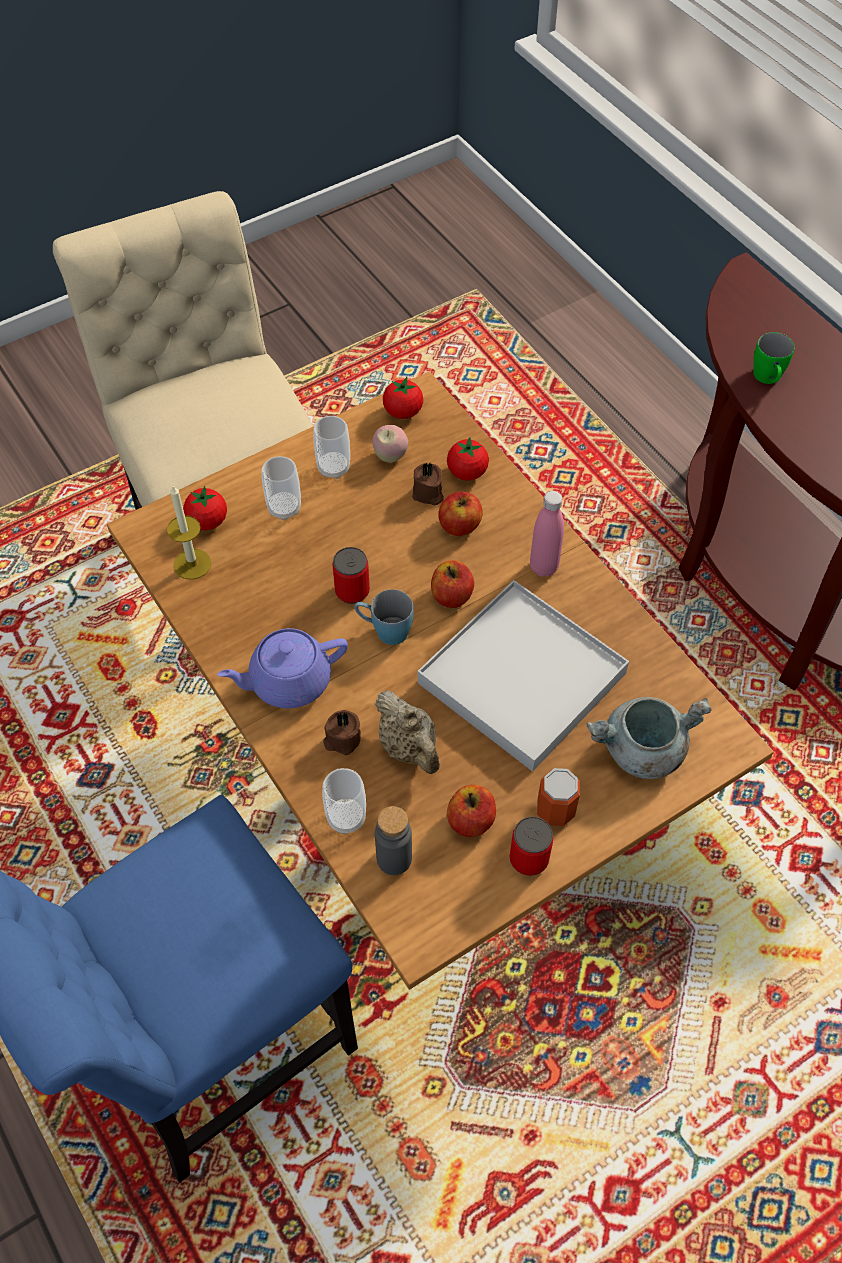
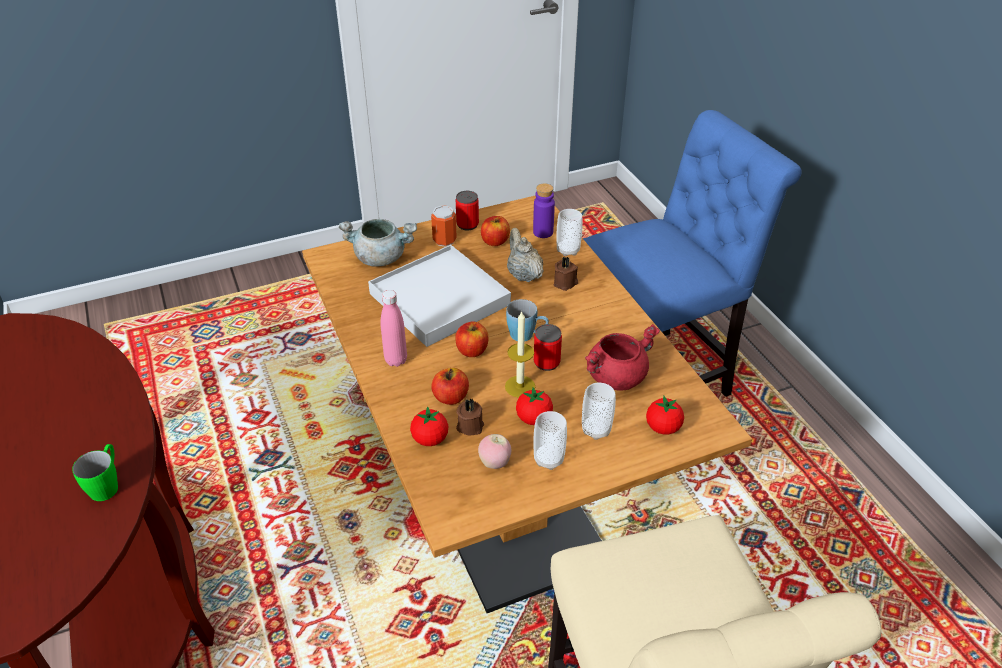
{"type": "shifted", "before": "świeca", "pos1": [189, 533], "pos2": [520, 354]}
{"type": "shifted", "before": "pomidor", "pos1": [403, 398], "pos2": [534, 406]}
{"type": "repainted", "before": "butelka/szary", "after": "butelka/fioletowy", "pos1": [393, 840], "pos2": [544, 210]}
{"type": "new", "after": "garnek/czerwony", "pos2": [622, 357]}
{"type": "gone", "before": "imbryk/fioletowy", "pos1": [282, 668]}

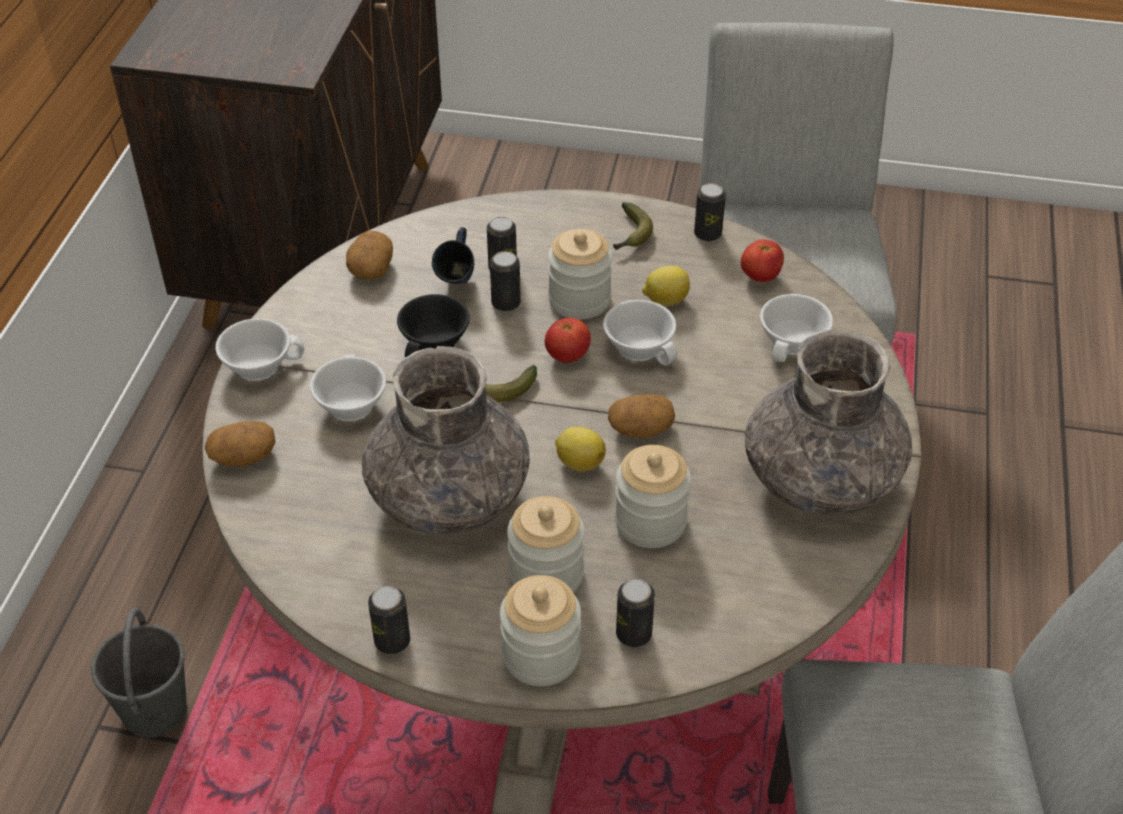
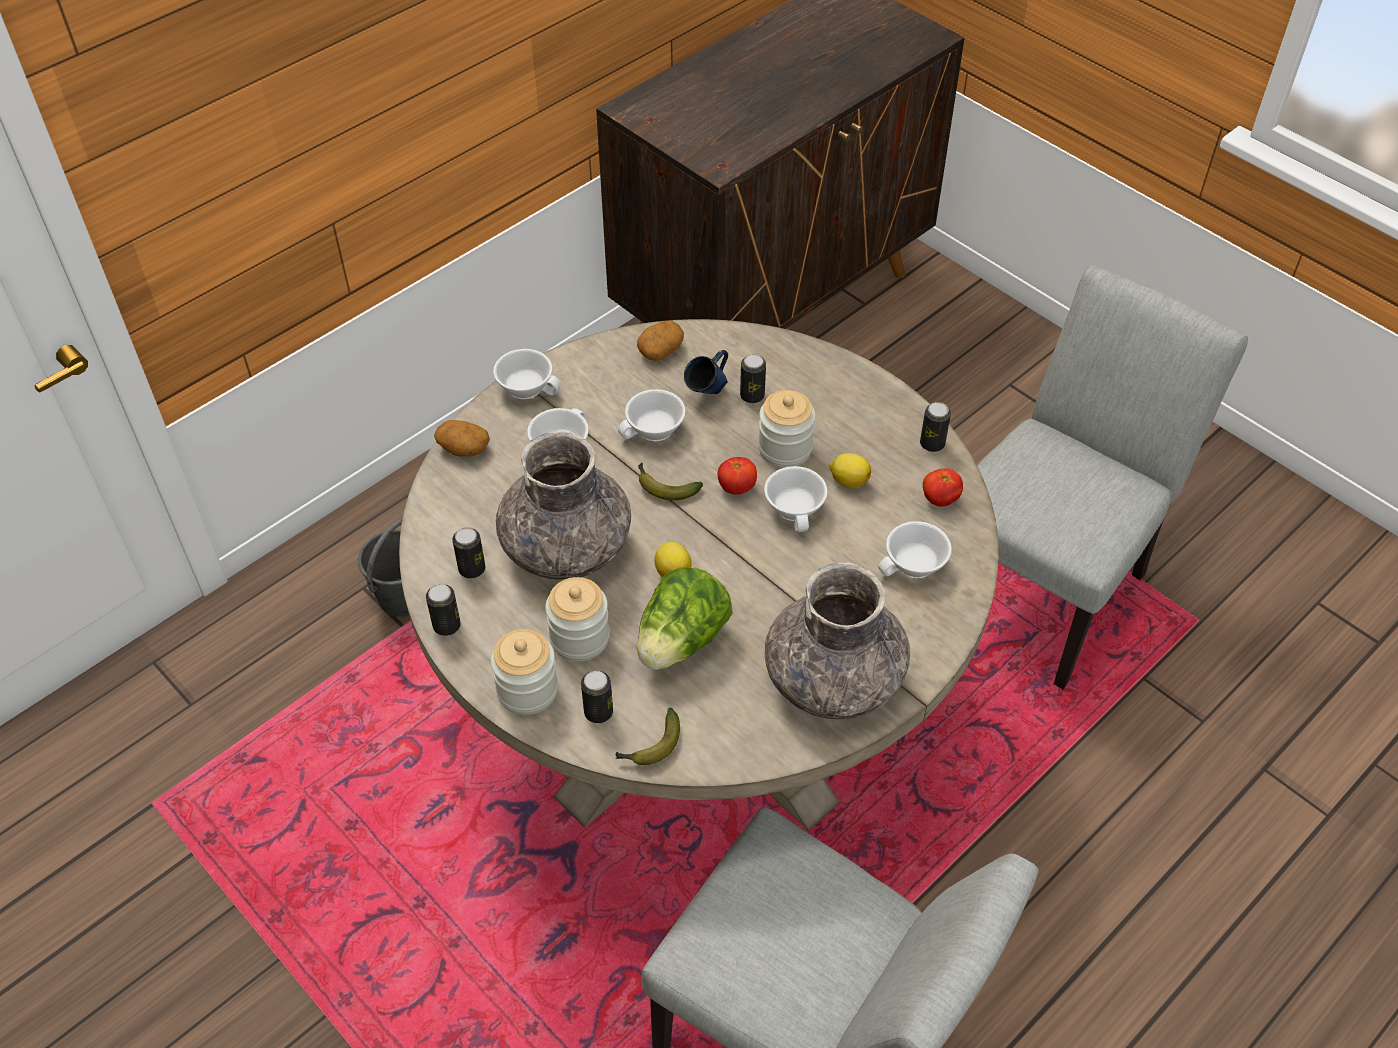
{"type": "shifted", "before": "puszka", "pos1": [505, 281], "pos2": [468, 553]}
{"type": "shifted", "before": "banan", "pos1": [633, 226], "pos2": [647, 736]}
{"type": "repainted", "before": "filiżanka/czarny", "after": "filiżanka/biały", "pos1": [433, 326], "pos2": [651, 415]}
{"type": "swapped", "before": "słoik", "after": "sałata", "pos1": [652, 496], "pos2": [685, 618]}
{"type": "gone", "before": "ziemniak", "pos1": [641, 416]}

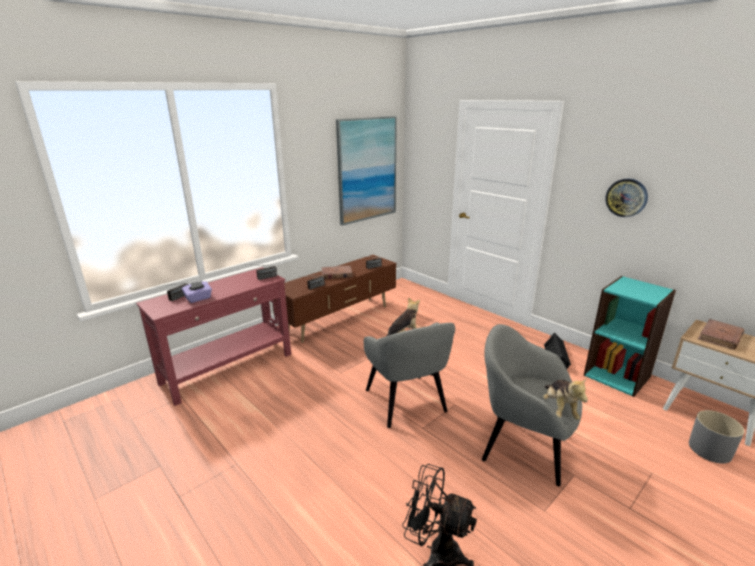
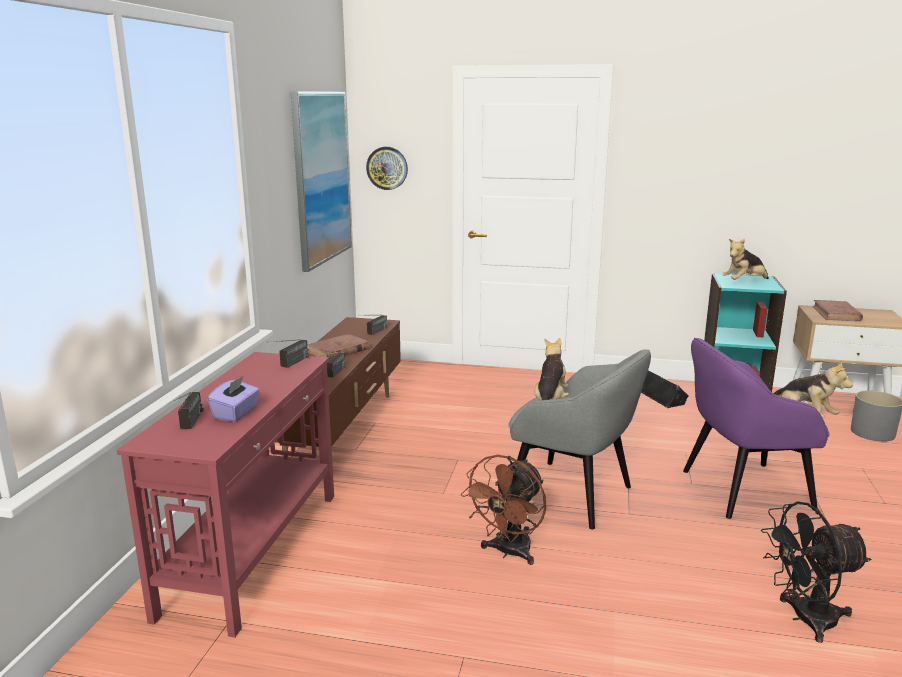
{"type": "shifted", "before": "zegar ścienny", "pos1": [626, 197], "pos2": [387, 168]}
{"type": "new", "after": "wentylator/brązowy", "pos2": [503, 510]}
{"type": "repainted", "before": "fotel/szary", "after": "fotel/fioletowy", "pos1": [532, 405], "pos2": [756, 428]}
{"type": "new", "after": "pluszak", "pos2": [746, 259]}

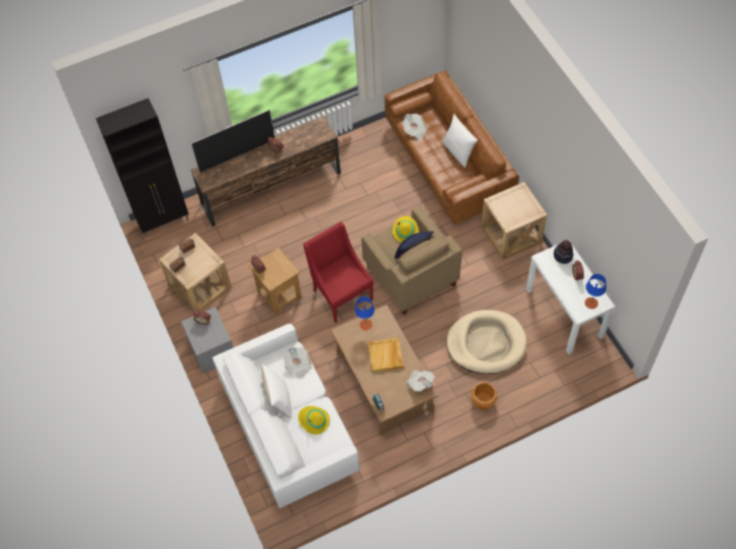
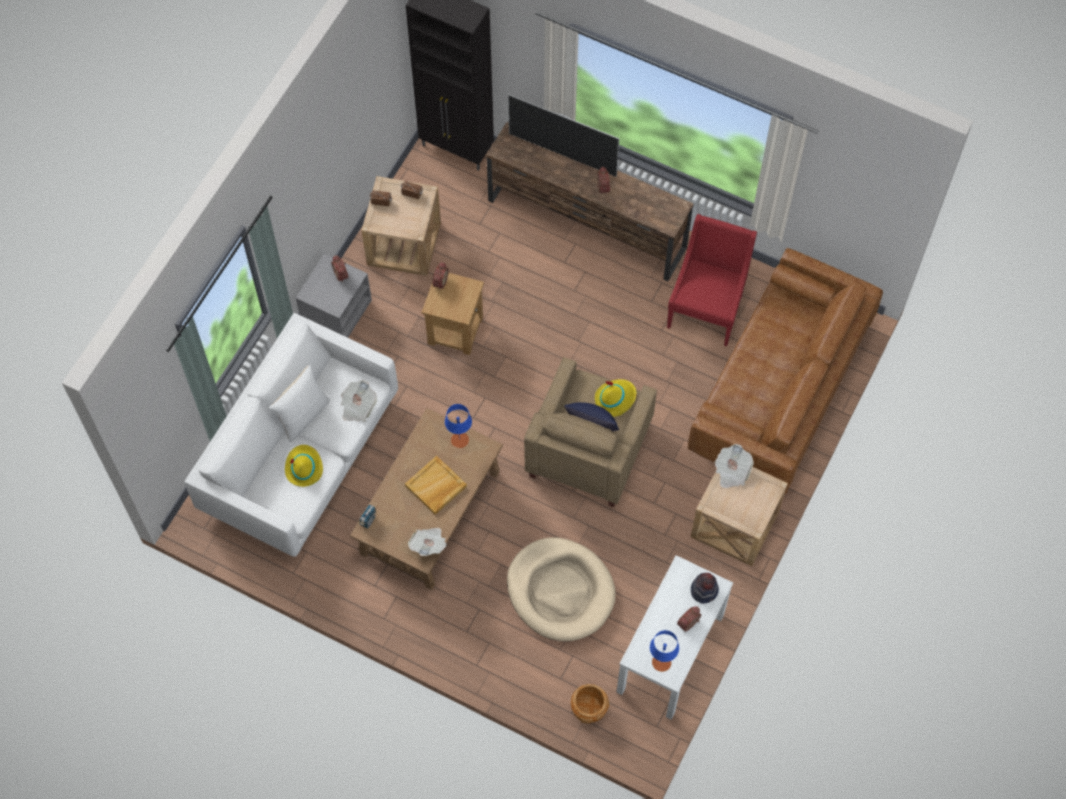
{"type": "shifted", "before": "donica/brązowy", "pos1": [484, 396], "pos2": [590, 704]}
{"type": "shifted", "before": "fotel/czerwony", "pos1": [338, 272], "pos2": [712, 280]}
{"type": "shifted", "before": "gazeta", "pos1": [414, 127], "pos2": [734, 466]}
{"type": "gone", "before": "poduszka/biały", "pos1": [460, 140]}

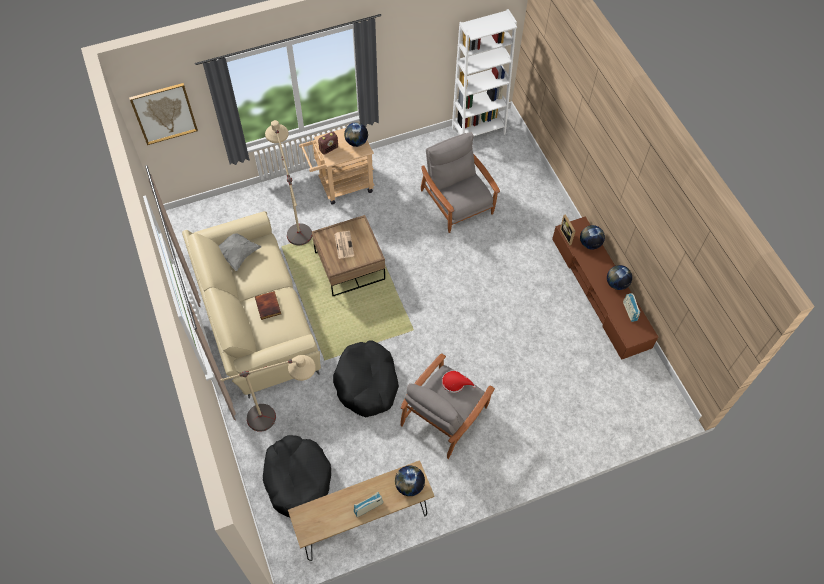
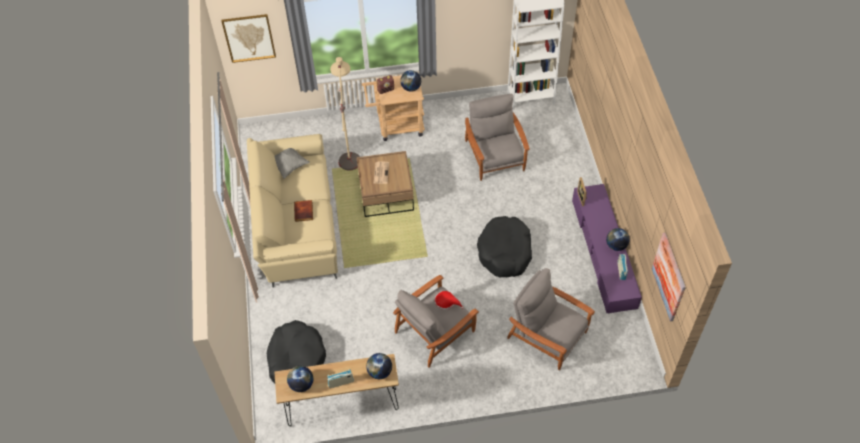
{"type": "shifted", "before": "globus", "pos1": [592, 237], "pos2": [300, 379]}
{"type": "shifted", "before": "legowisko/czarny", "pos1": [366, 379], "pos2": [504, 246]}
{"type": "new", "after": "fotel/szary", "pos2": [551, 319]}
{"type": "repainted", "before": "szafka pod telewizor/brązowy", "after": "szafka pod telewizor/fioletowy", "pos1": [605, 288], "pos2": [607, 249]}
{"type": "new", "after": "obraz", "pos2": [669, 277]}
{"type": "gone", "before": "lampa stojąca/beżowy", "pos1": [268, 393]}

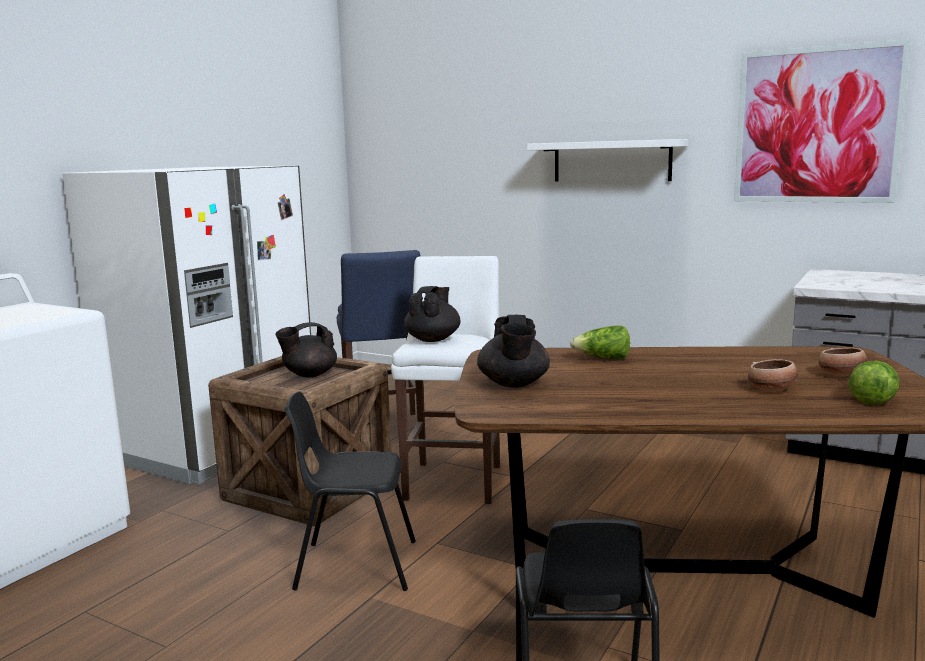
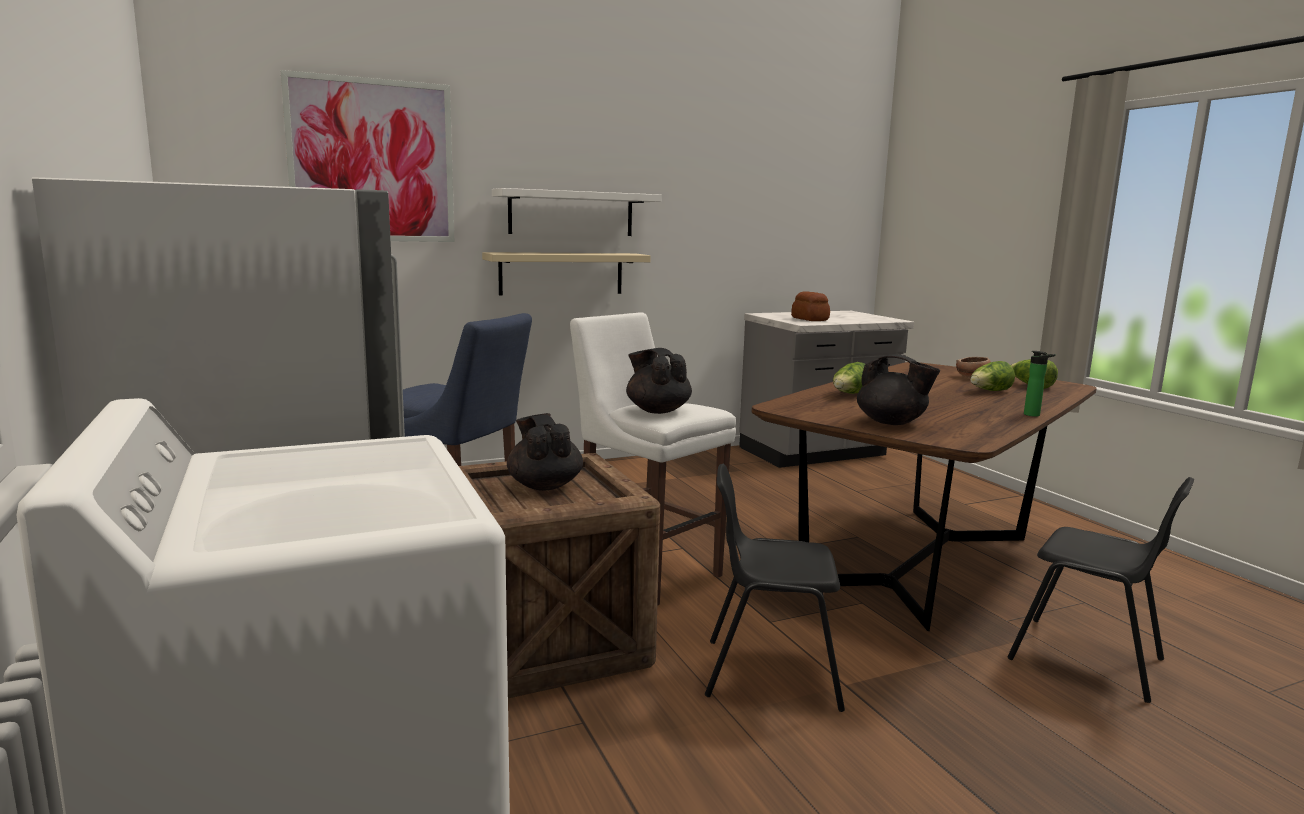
{"type": "shifted", "before": "obraz", "pos1": [822, 121], "pos2": [367, 156]}
{"type": "new", "after": "półka/beżowy", "pos2": [566, 273]}
{"type": "rotated", "before": "imbryk/czarny", "pos1": [306, 349], "pos2": [545, 452], "turn": 150}
{"type": "rotated", "before": "krzesło/czarny", "pos1": [350, 491], "pos2": [775, 588], "turn": 60}
{"type": "new", "after": "chleb", "pos2": [810, 306]}
{"type": "swapped", "before": "miska", "after": "sałata", "pos1": [773, 375], "pos2": [992, 376]}
{"type": "new", "after": "butelka", "pos2": [1040, 384]}

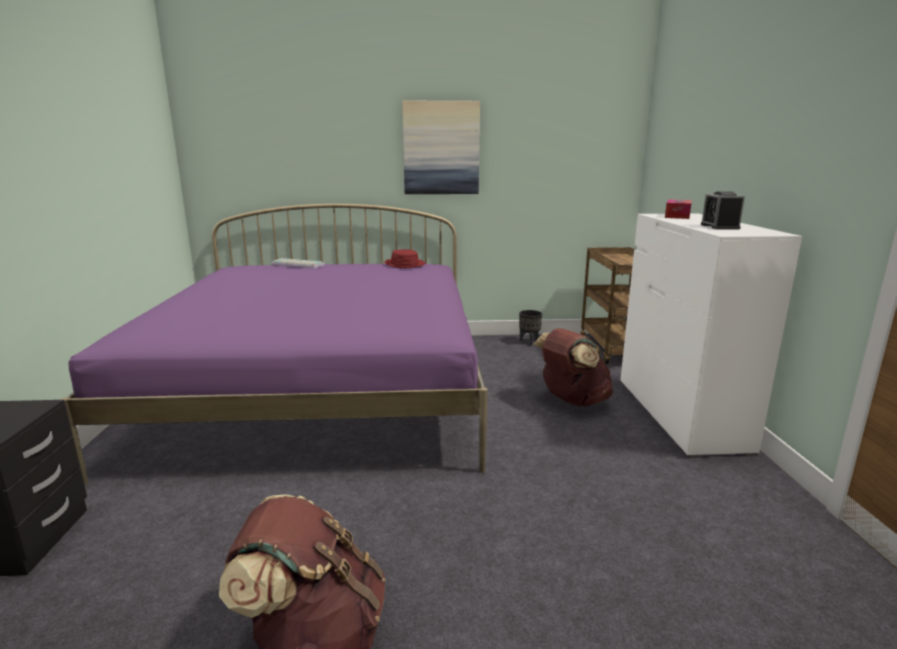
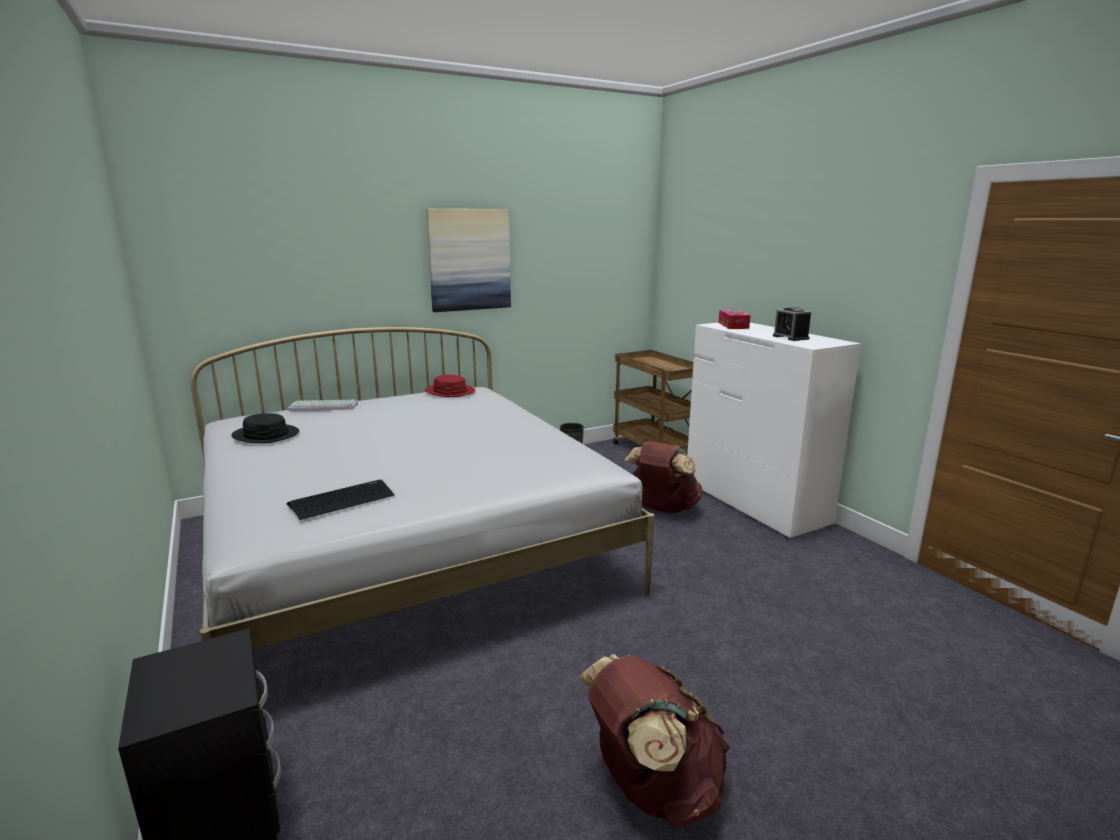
{"type": "repainted", "before": "łóżko/fioletowy", "after": "łóżko/biały", "pos1": [273, 344], "pos2": [422, 489]}
{"type": "new", "after": "kapelusz/czarny", "pos2": [265, 428]}
{"type": "new", "after": "klawiatura", "pos2": [341, 500]}

